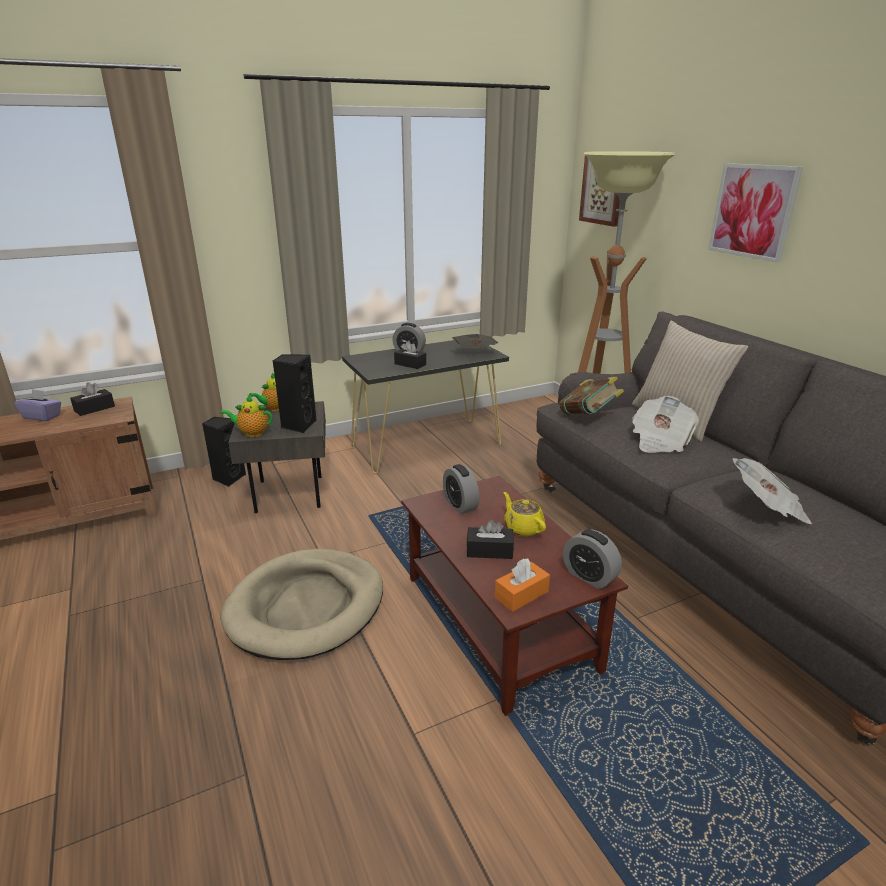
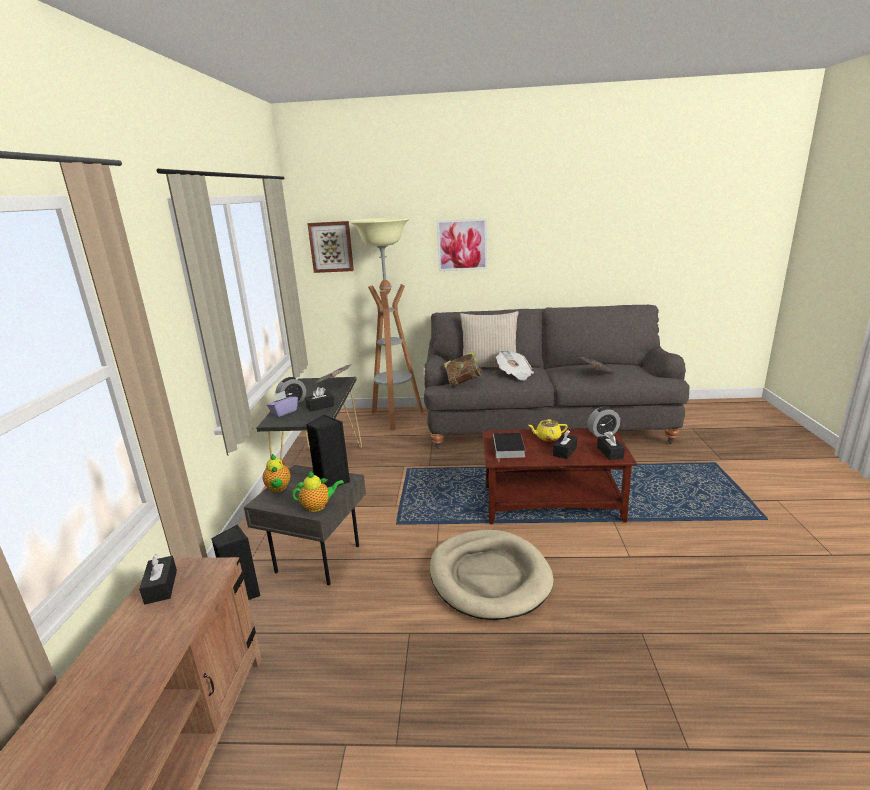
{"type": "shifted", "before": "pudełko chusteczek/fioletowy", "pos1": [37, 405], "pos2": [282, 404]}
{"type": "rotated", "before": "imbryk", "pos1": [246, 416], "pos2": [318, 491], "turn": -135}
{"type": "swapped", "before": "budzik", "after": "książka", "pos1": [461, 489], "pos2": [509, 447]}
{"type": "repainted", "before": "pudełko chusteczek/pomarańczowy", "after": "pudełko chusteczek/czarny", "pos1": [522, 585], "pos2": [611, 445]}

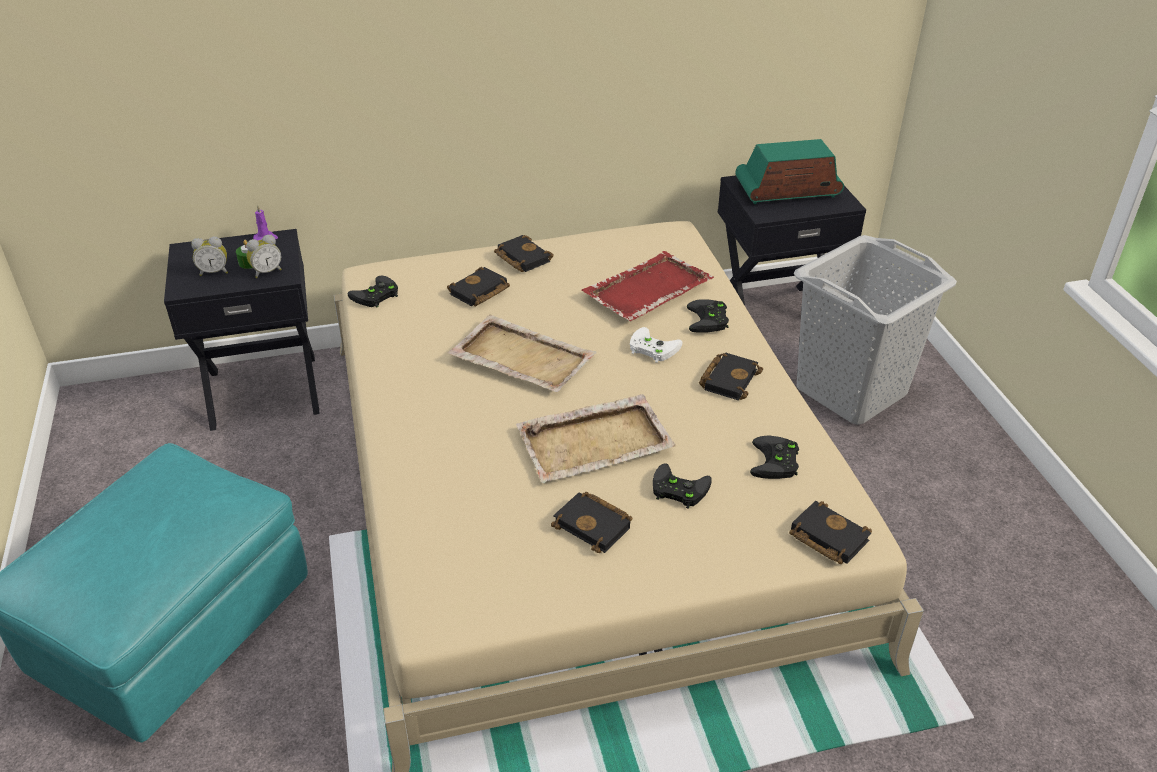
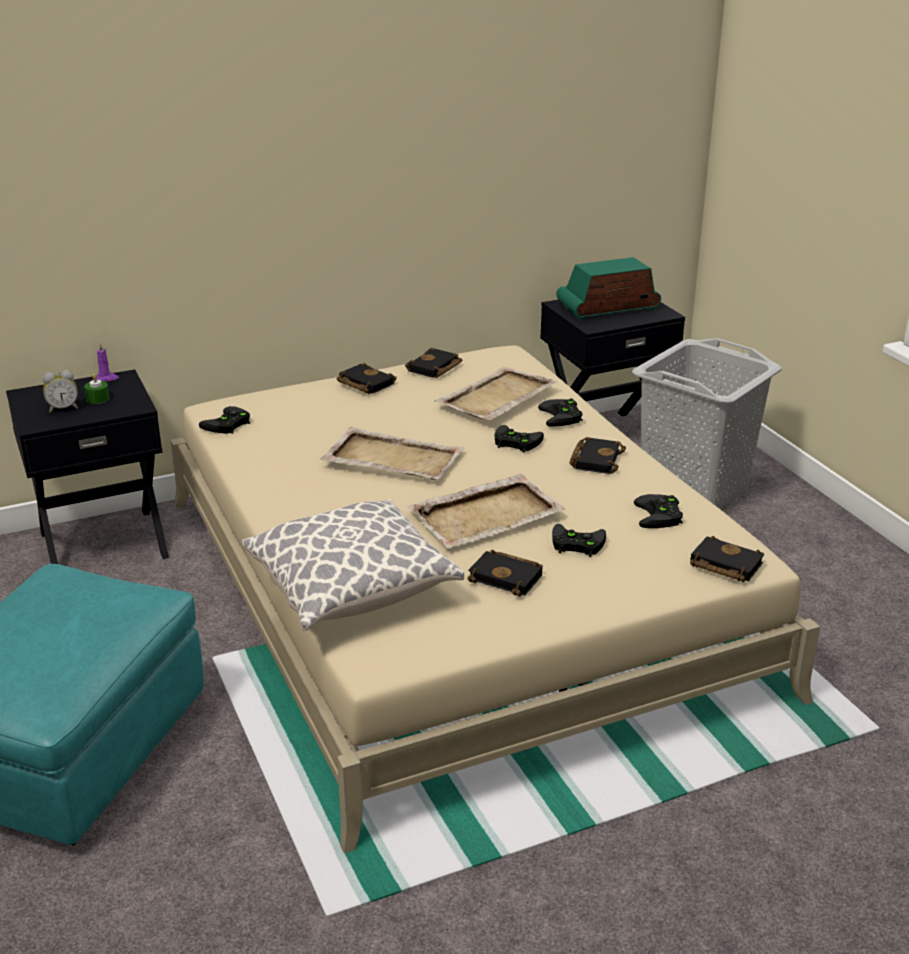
{"type": "new", "after": "poduszka", "pos2": [353, 566]}
{"type": "shifted", "before": "książka/czarny", "pos1": [478, 287], "pos2": [433, 363]}
{"type": "repainted", "before": "taca/czerwony", "after": "taca/beżowy", "pos1": [647, 286], "pos2": [496, 393]}
{"type": "repainted", "before": "pad do gier/biały", "after": "pad do gier/czarny", "pos1": [656, 345], "pos2": [519, 439]}
{"type": "gone", "before": "budzik", "pos1": [264, 256]}

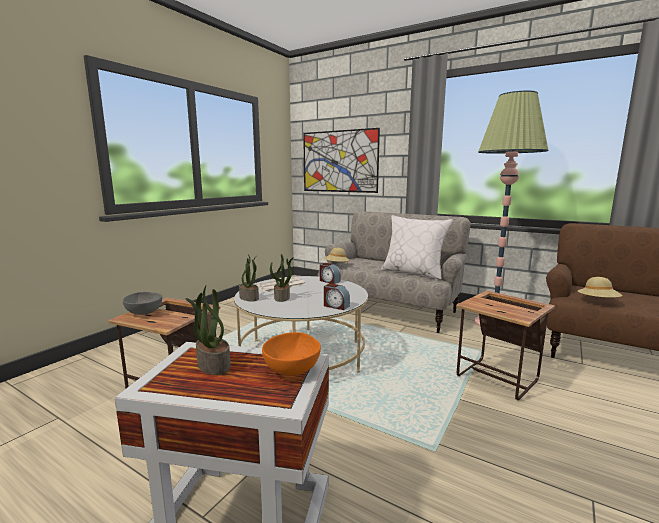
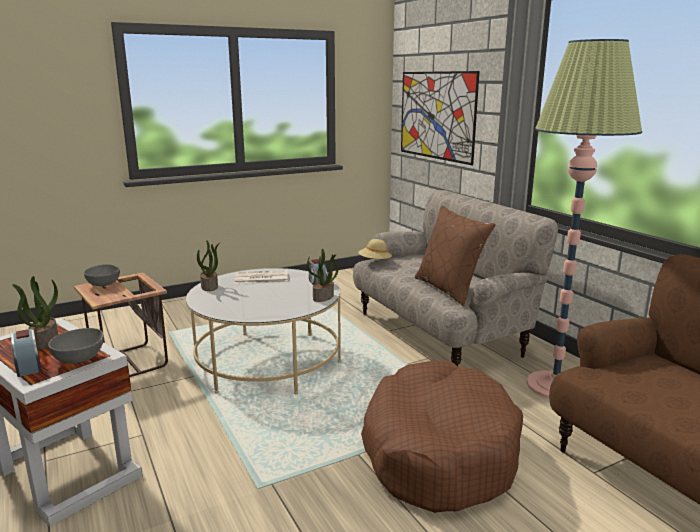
{"type": "shifted", "before": "budzik", "pos1": [337, 296], "pos2": [26, 353]}
{"type": "repainted", "before": "miska/pomarańczowy", "after": "miska/szary", "pos1": [291, 354], "pos2": [76, 346]}
{"type": "shifted", "before": "roślina doniczkowa", "pos1": [282, 278], "pos2": [322, 275]}
{"type": "swapped", "before": "stolik", "after": "legowisko/brązowy", "pos1": [505, 346], "pos2": [442, 436]}
{"type": "repainted", "before": "poduszka/biały", "after": "poduszka/brązowy", "pos1": [417, 247], "pos2": [455, 255]}
{"type": "gone", "before": "kapelusz/beżowy", "pos1": [600, 287]}

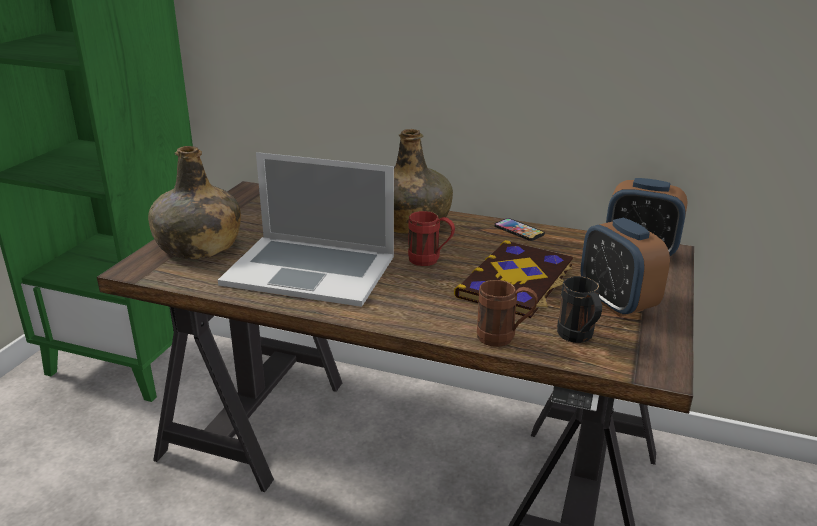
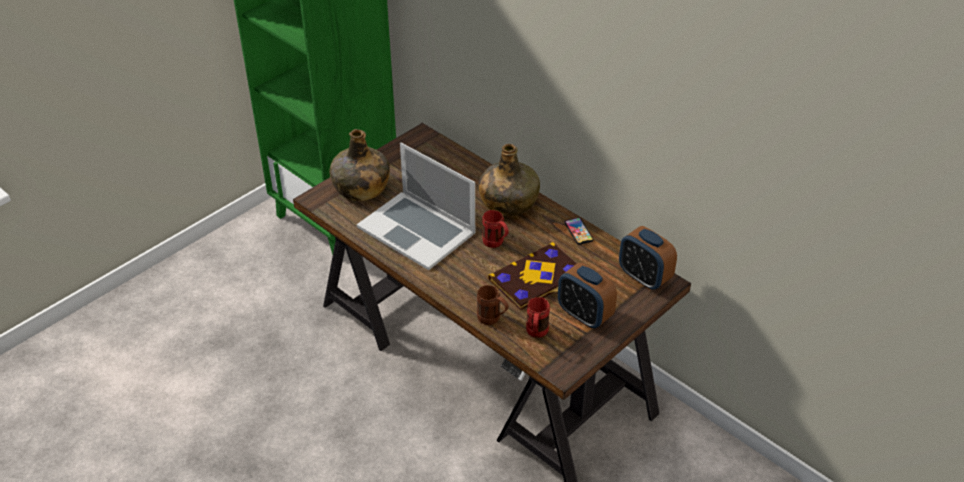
{"type": "repainted", "before": "kubek/czarny", "after": "kubek/czerwony", "pos1": [579, 309], "pos2": [538, 317]}
{"type": "rotated", "before": "budzik", "pos1": [625, 267], "pos2": [587, 295], "turn": -45}

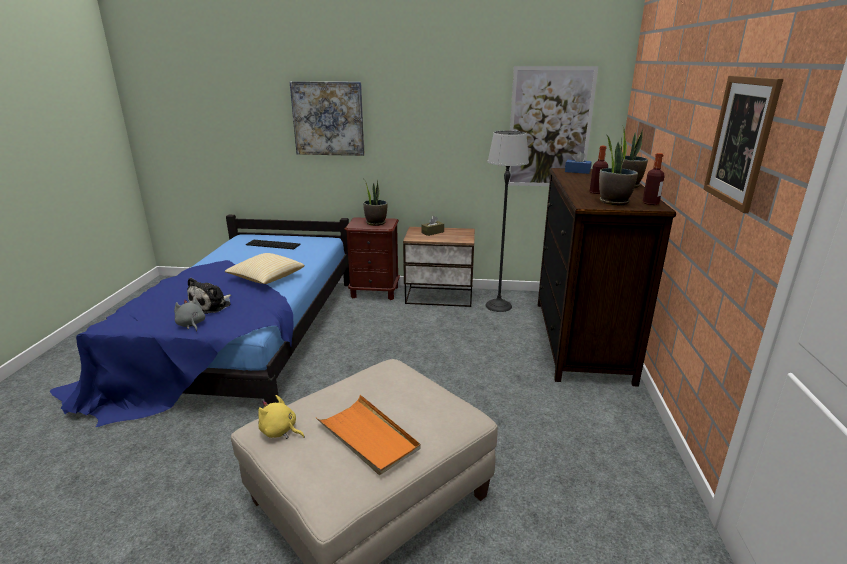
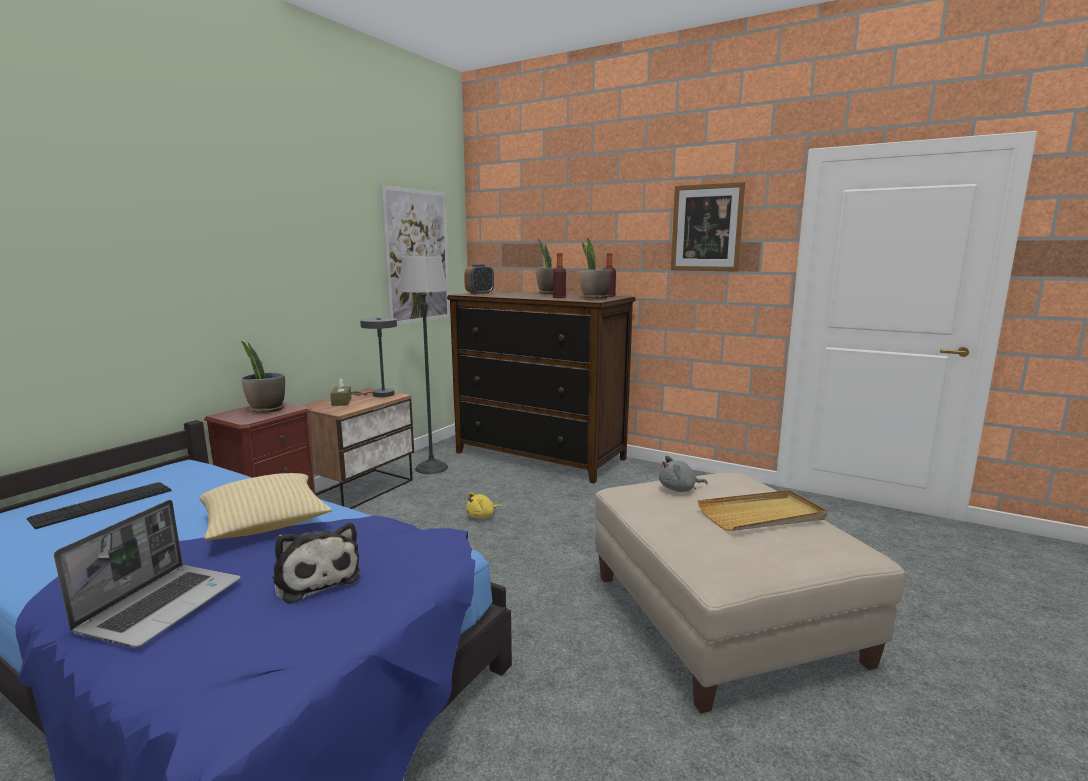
{"type": "new", "after": "laptop", "pos2": [147, 574]}
{"type": "new", "after": "lampa stołowa/szary", "pos2": [374, 357]}
{"type": "swapped", "before": "pudełko chusteczek/niebieski", "after": "budzik", "pos1": [578, 162], "pos2": [479, 279]}
{"type": "shifted", "before": "pluszak/żółty", "pos1": [281, 417], "pos2": [483, 505]}
{"type": "shifted", "before": "pluszak/szary", "pos1": [189, 315], "pos2": [683, 473]}
{"type": "repainted", "before": "taca/pomarańczowy", "after": "taca/beżowy", "pos1": [368, 435], "pos2": [762, 510]}
{"type": "gone", "before": "obraz", "pos1": [327, 118]}

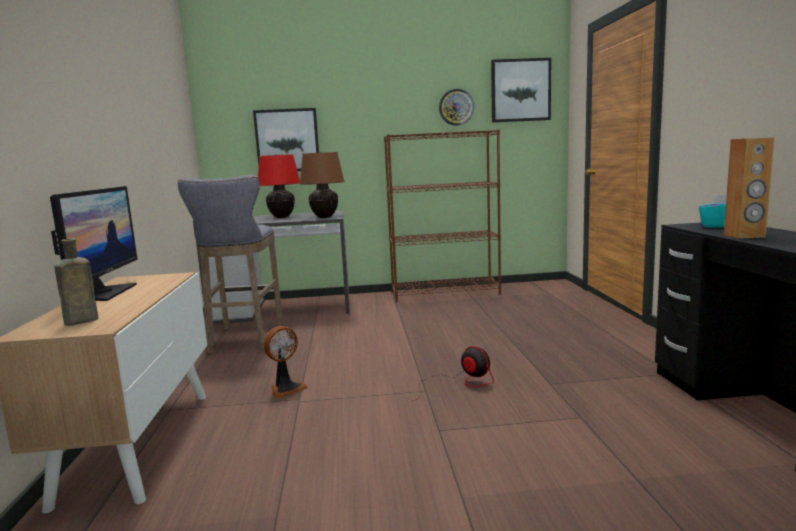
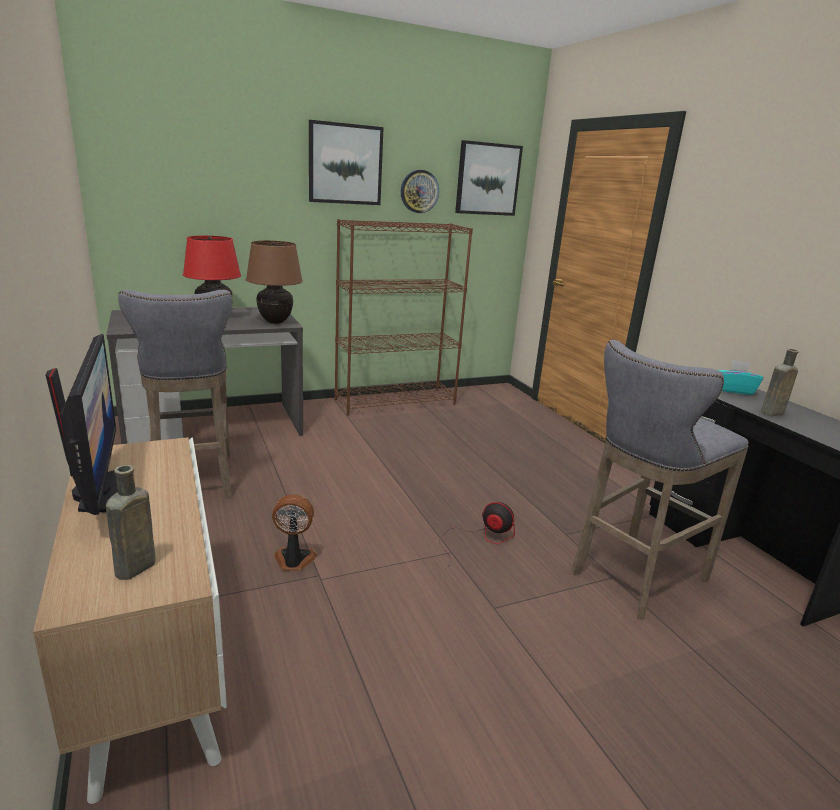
{"type": "rotated", "before": "wentylator", "pos1": [286, 362], "pos2": [294, 533], "turn": -120}
{"type": "shifted", "before": "obraz", "pos1": [286, 139], "pos2": [346, 162]}
{"type": "new", "after": "stołek/szary", "pos2": [660, 480]}
{"type": "swapped", "before": "głośnik/brązowy", "after": "butelka/brązowy", "pos1": [749, 188], "pos2": [780, 382]}

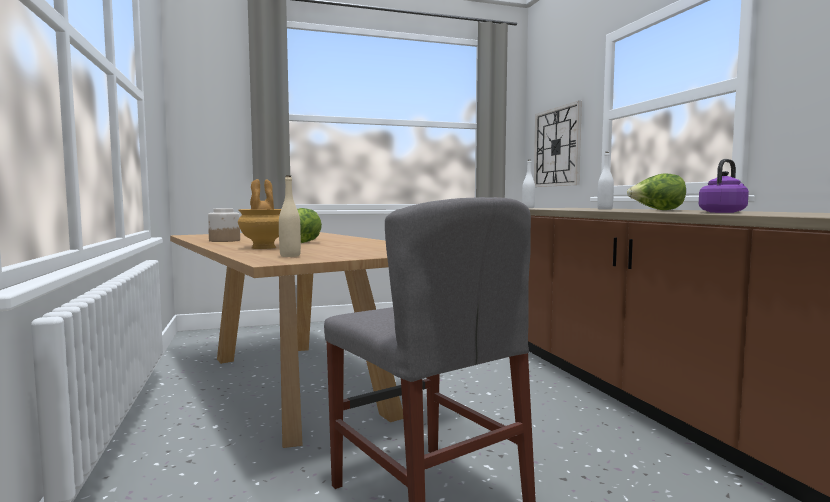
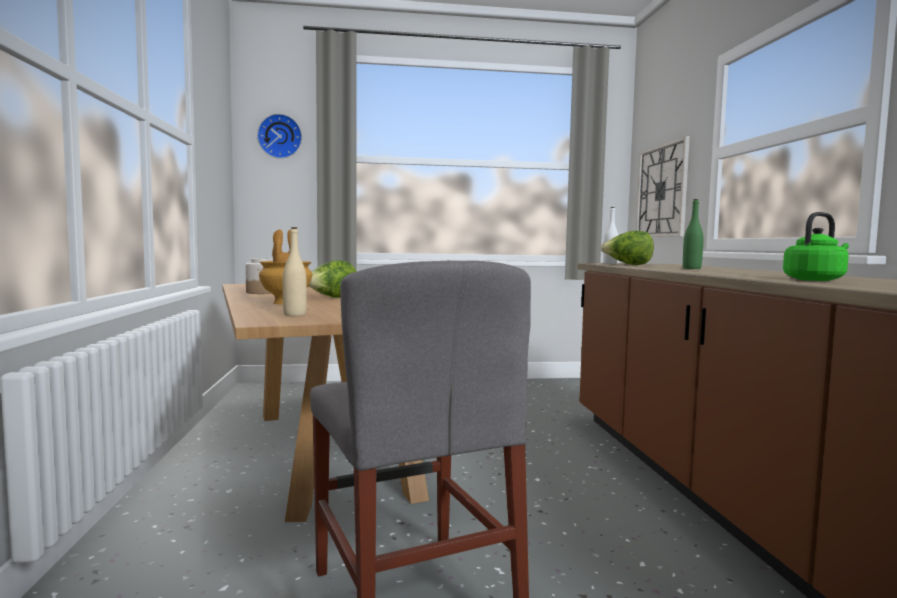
{"type": "new", "after": "zegar ścienny", "pos2": [279, 136]}
{"type": "shifted", "before": "sałata", "pos1": [656, 191], "pos2": [627, 248]}
{"type": "repainted", "before": "butelka/biały", "after": "butelka/zielony", "pos1": [605, 180], "pos2": [693, 234]}
{"type": "repainted", "before": "czajnik/fioletowy", "after": "czajnik/zielony", "pos1": [723, 186], "pos2": [816, 246]}

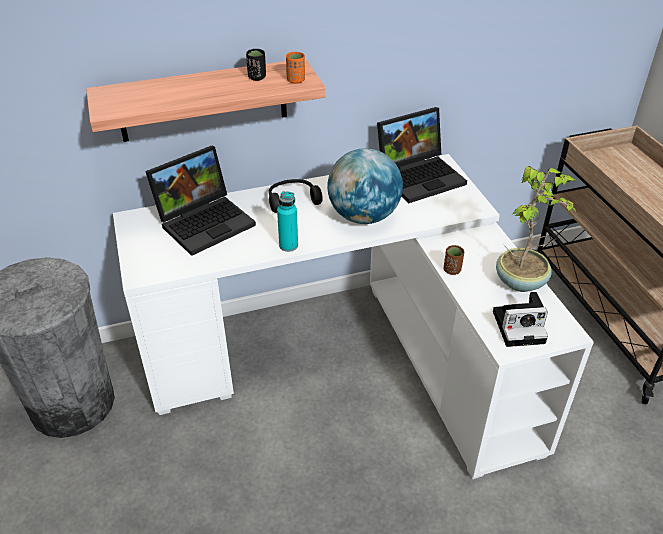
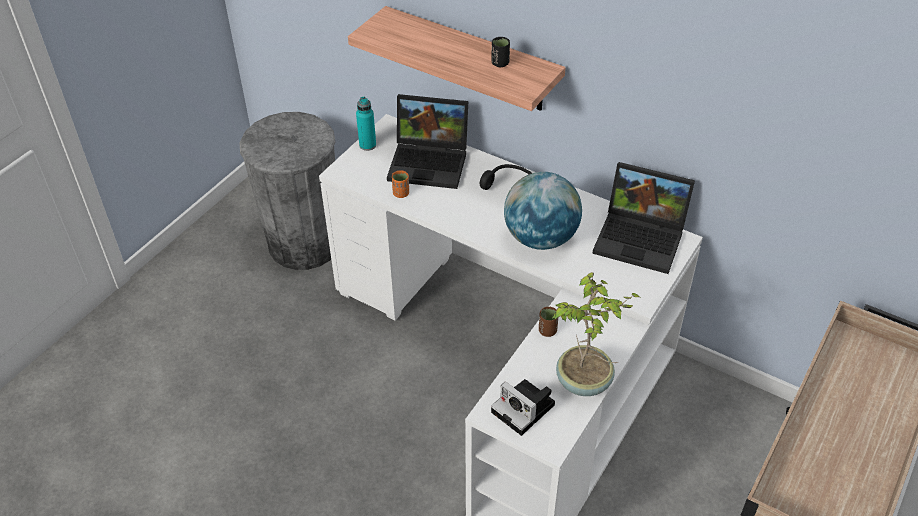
{"type": "shifted", "before": "butelka/turkusowy", "pos1": [287, 221], "pos2": [366, 124]}
{"type": "shifted", "before": "filiżanka/pomarańczowy", "pos1": [295, 68], "pos2": [400, 184]}

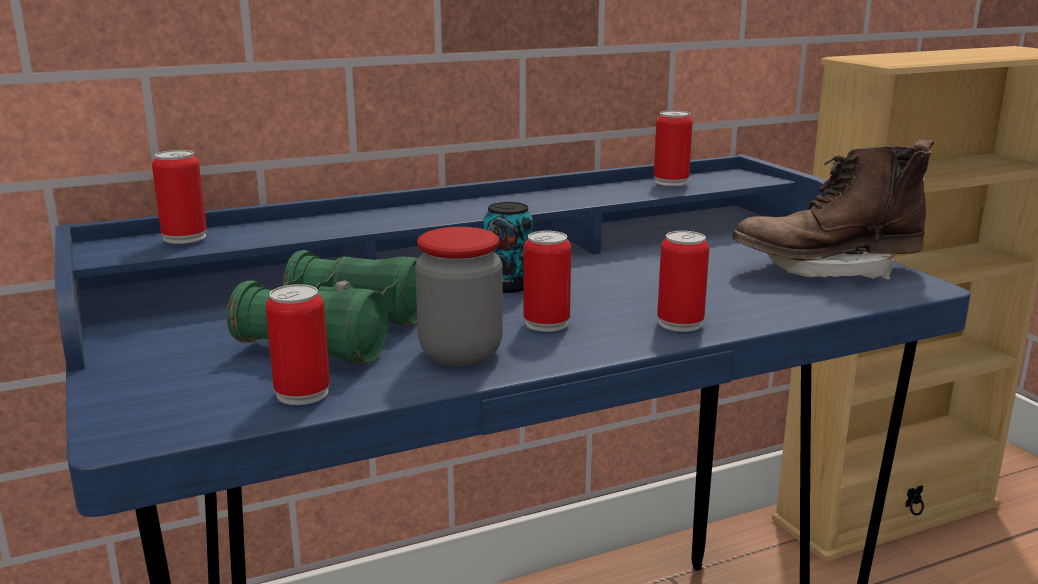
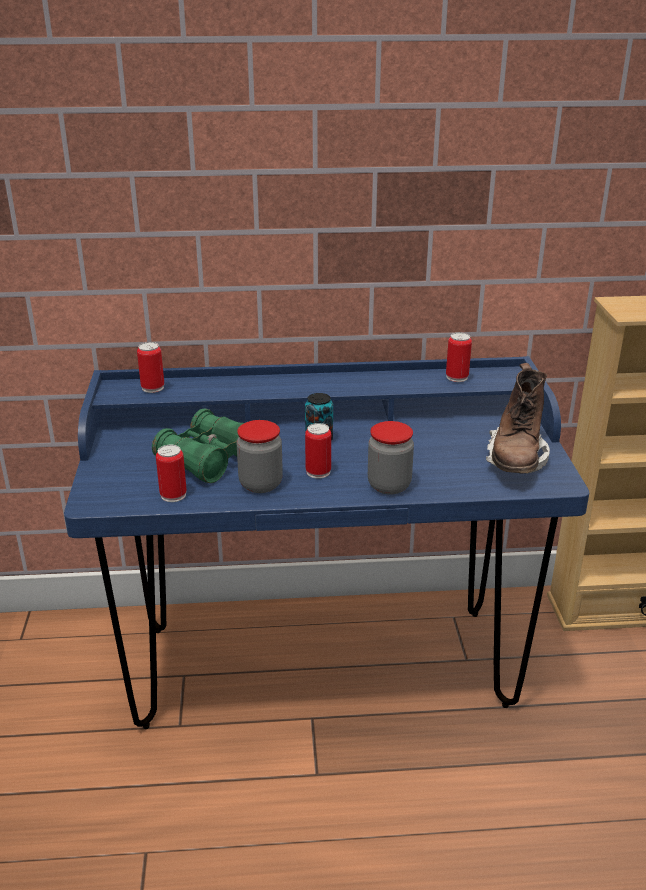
{"type": "swapped", "before": "puszka", "after": "słoik", "pos1": [683, 281], "pos2": [391, 458]}
{"type": "rotated", "before": "but z cholewką/brązowy", "pos1": [833, 209], "pos2": [518, 418], "turn": -90}

